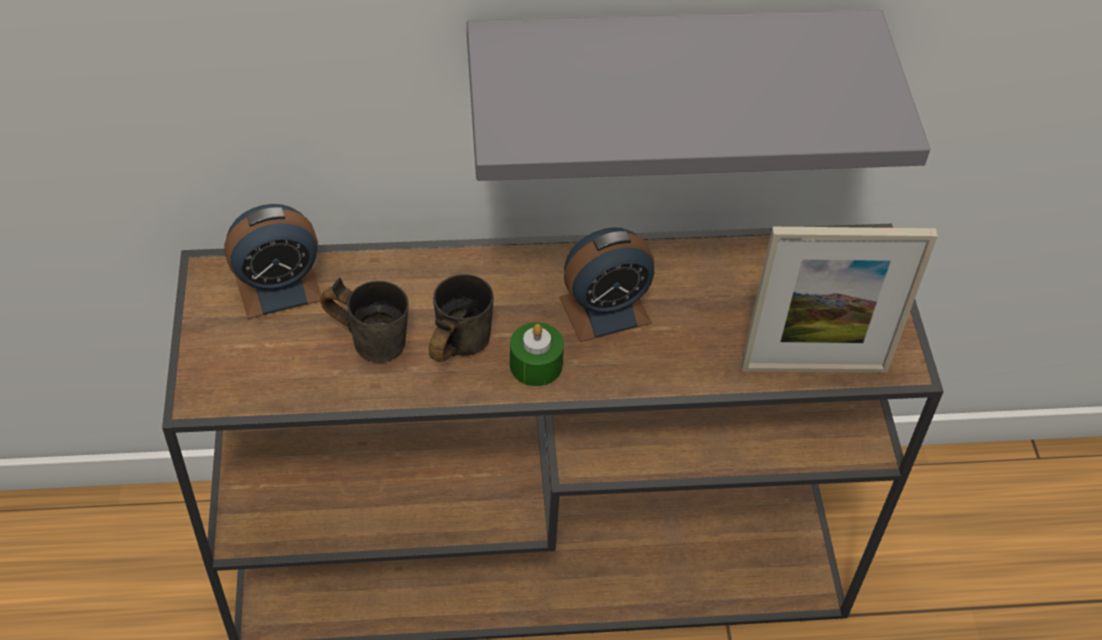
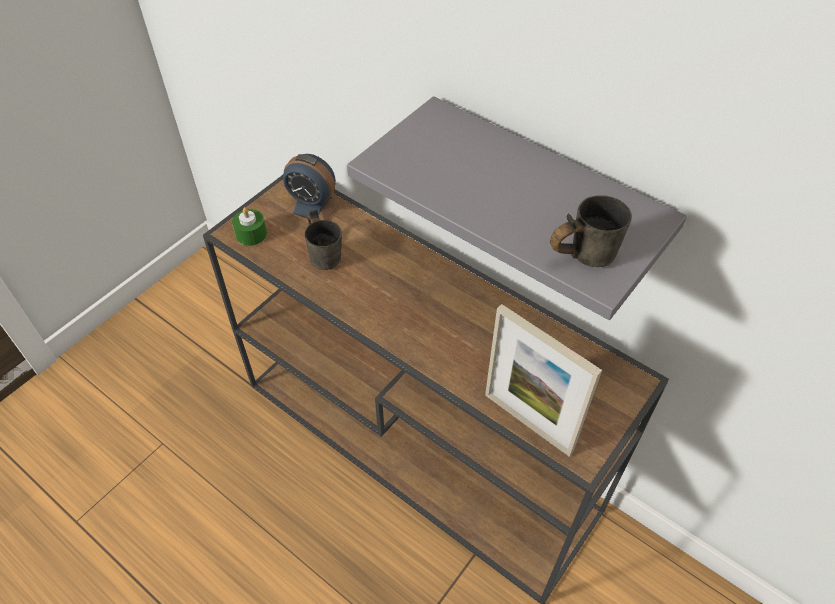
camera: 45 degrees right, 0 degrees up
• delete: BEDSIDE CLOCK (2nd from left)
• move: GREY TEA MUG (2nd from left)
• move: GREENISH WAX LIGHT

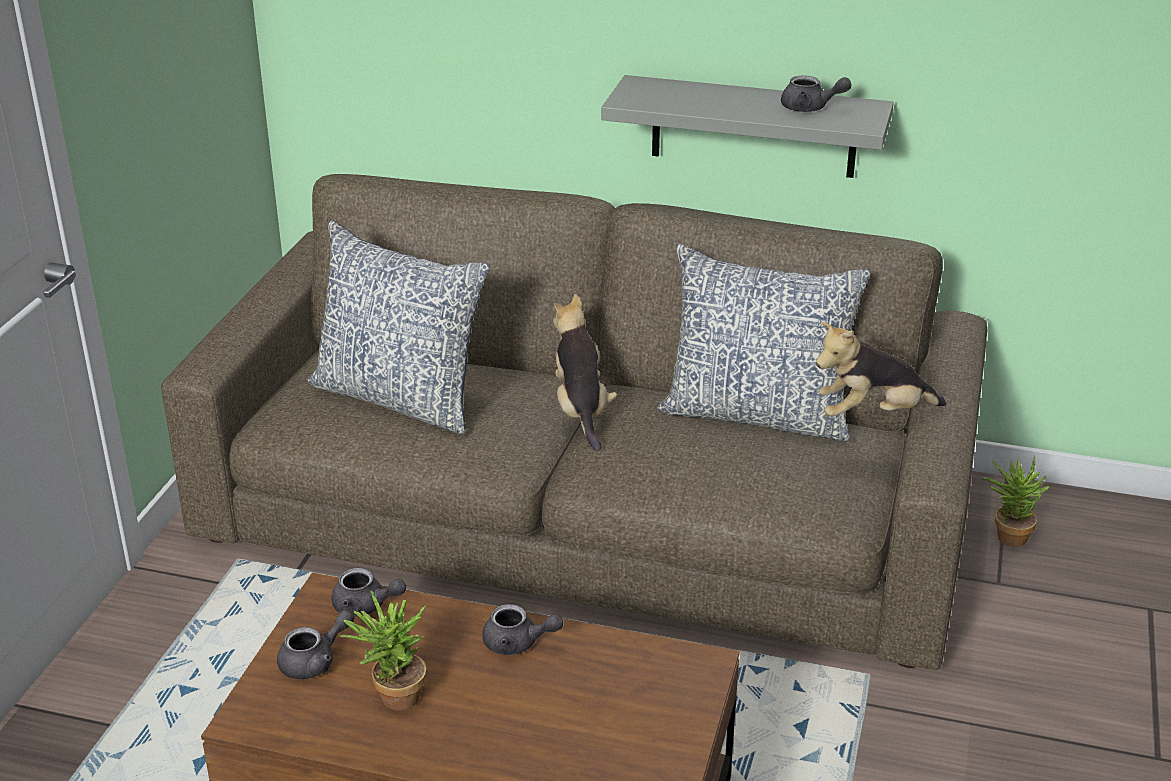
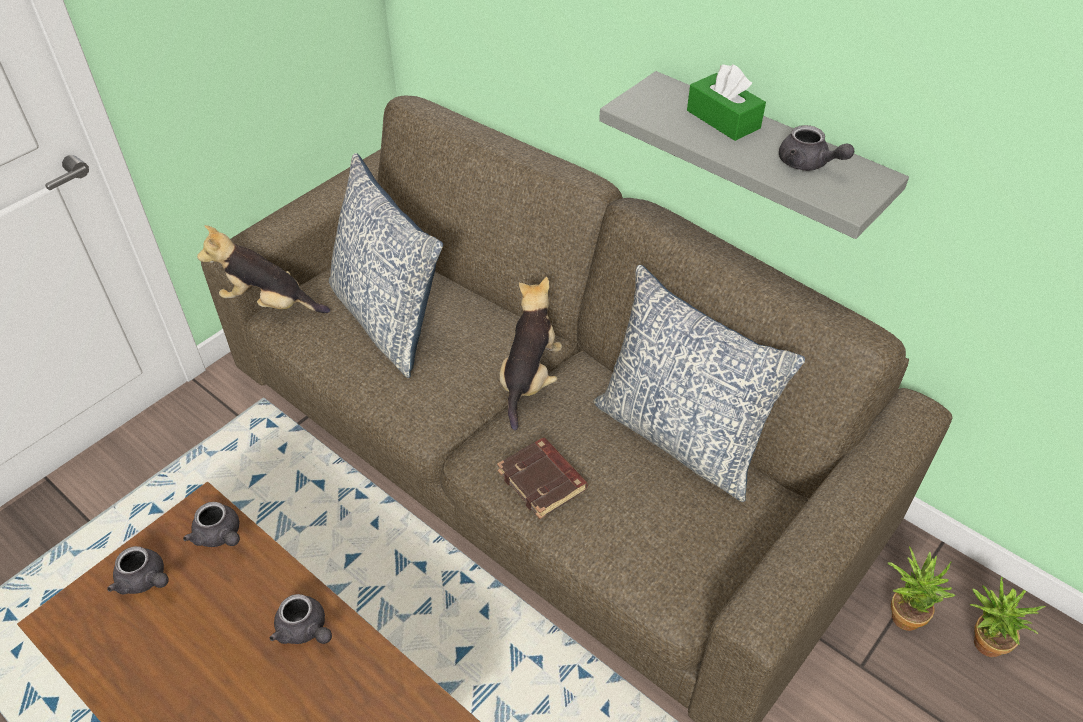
camera: 25 degrees right, 15 degrees up
• insert: BROWN BOOK
• insert: GREENISH TISSUE BOX
• move: POTTED PLANT (1st from left in the first image) to POTTED PLANT (2nd from left)
• move: CUDDLY TOY (2nd from left in the first image) to CUDDLY TOY (1st from left)
• rotate: GREY POT FOR TEA (1st from left) 45 degrees clockwise

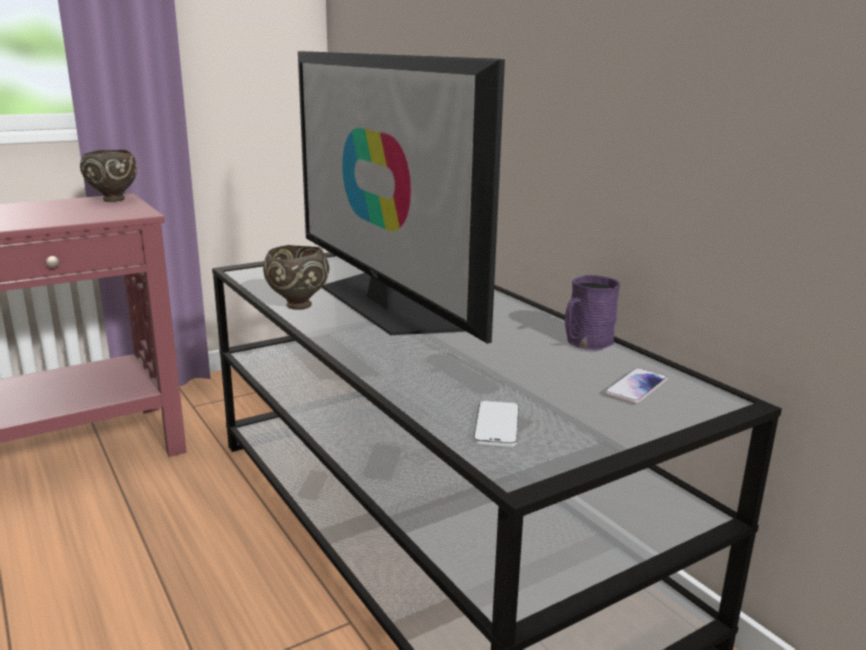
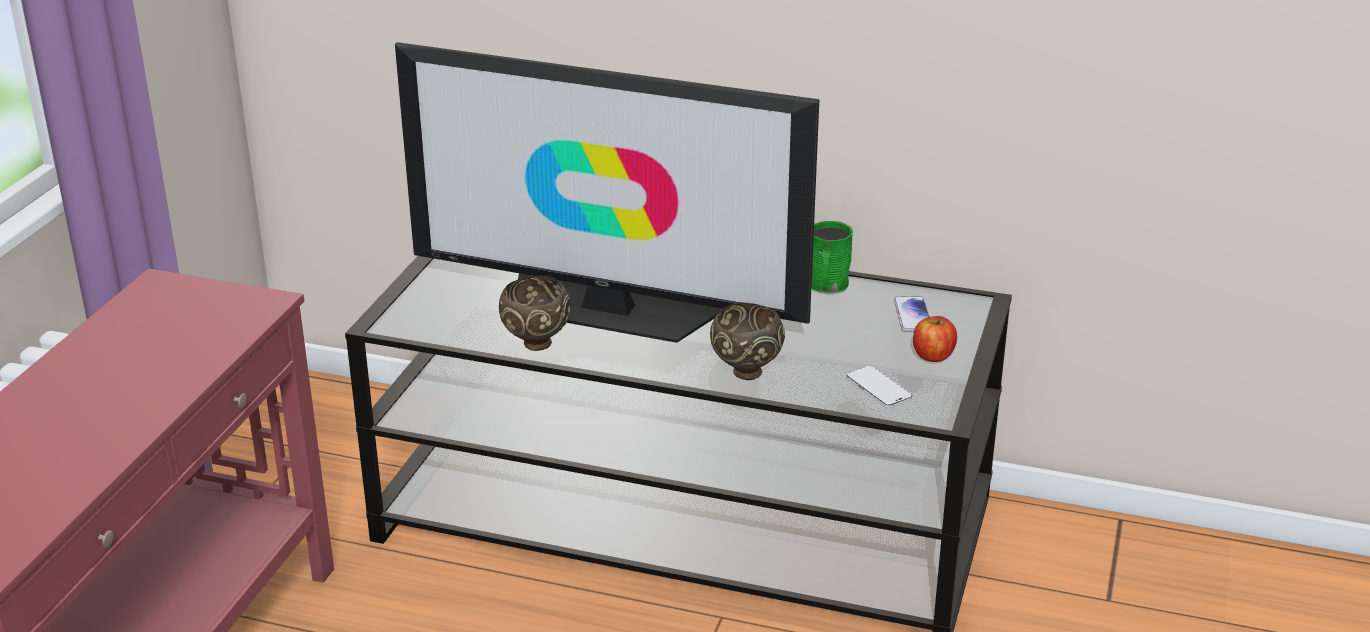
camera: 40 degrees left, 10 degrees up
• insert: APPLE
• move: BROWN SERVING BOWL (1st from left in the first image) to BROWN SERVING BOWL (2nd from left)
• recolor: PURPLE TEA MUG to GREENISH TEA MUG

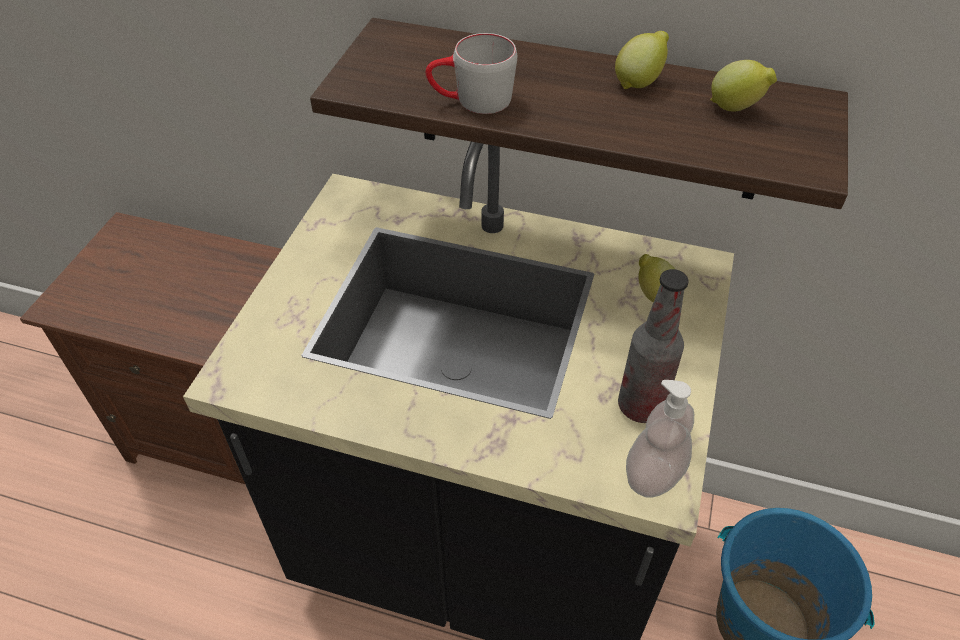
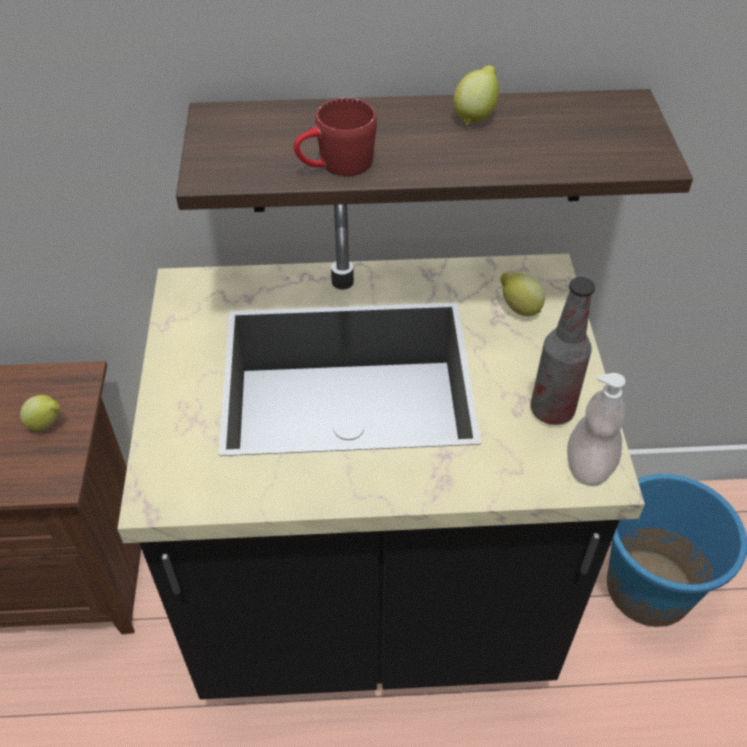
camera: 20 degrees left, 0 degrees up
• move: LEMON (3rd from left in the first image) to LEMON (1st from left)
• recolor: GREY TEA MUG to RED TEA MUG

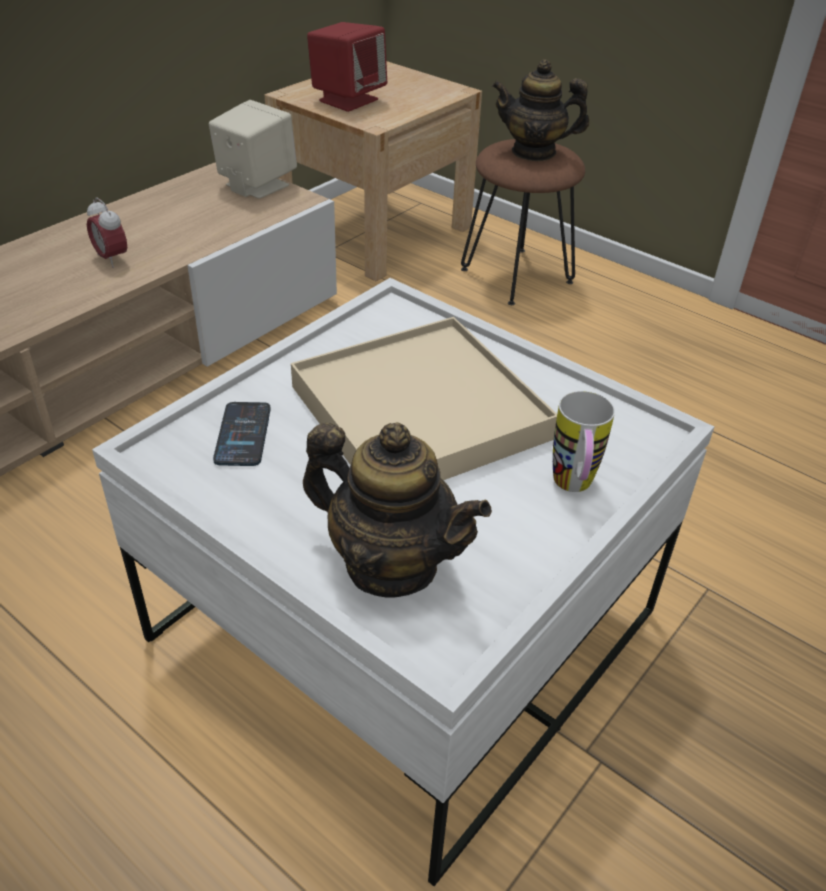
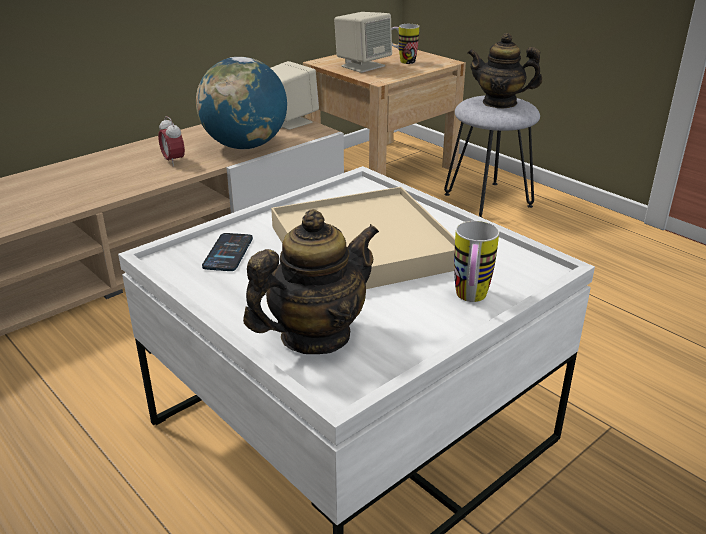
camera: 10 degrees right, 10 degrees down
• insert: WORLD GLOBE
• insert: TEA MUG (1st from left)
• recolor: RED LOUDSPEAKER to SAND-COLOURED LOUDSPEAKER (2nd from left)
• recolor: BROWN STOOL SEAT to GREY STOOL SEAT
• rotate: POT FOR TEA (1st from left) 75 degrees counterclockwise

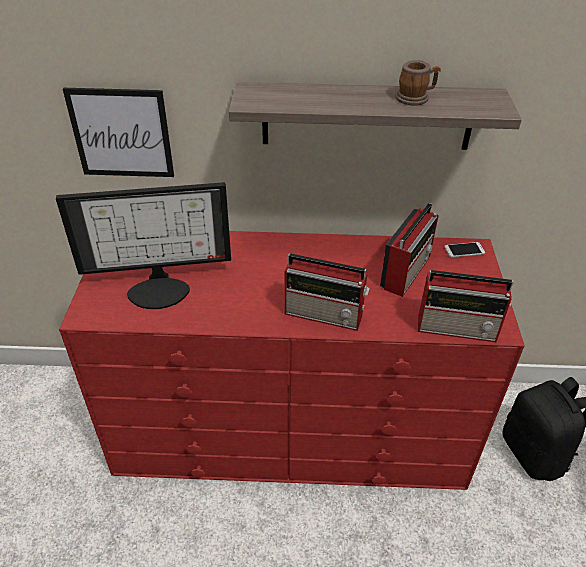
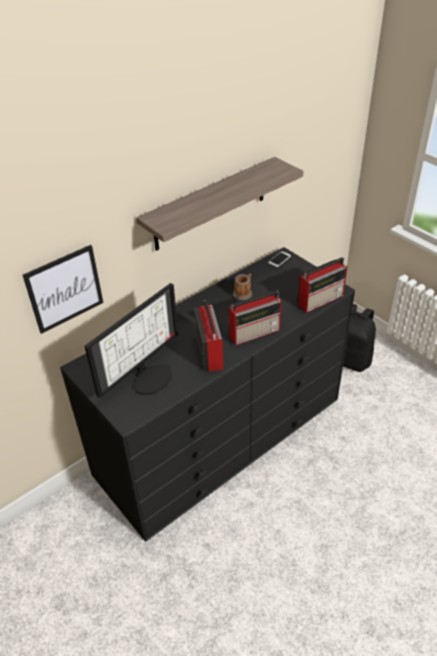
camera: 40 degrees left, 0 degrees up
• move: RADIO (2nd from left in the first image) to RADIO (1st from left)
• move: TEA MUG
• recolor: RED DRESSER to BLACK DRESSER

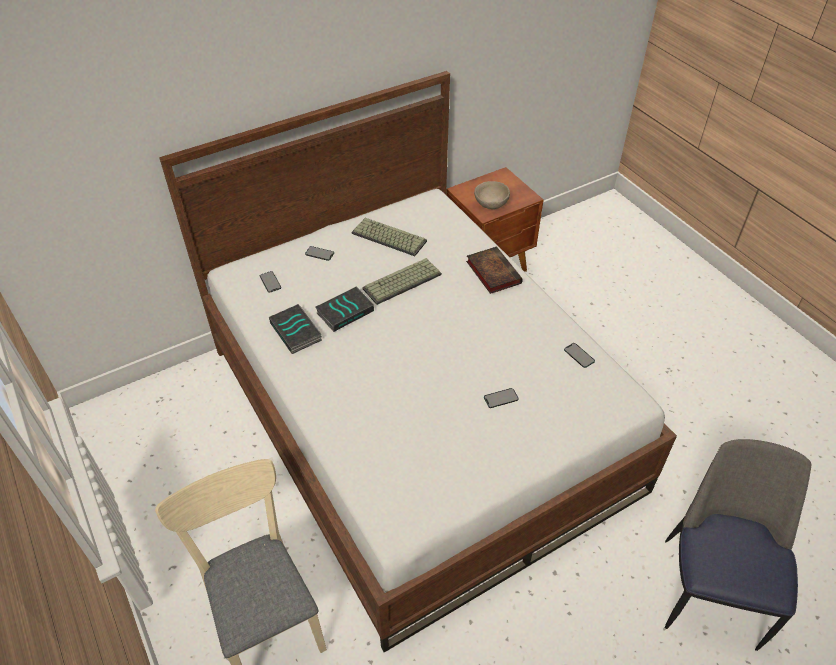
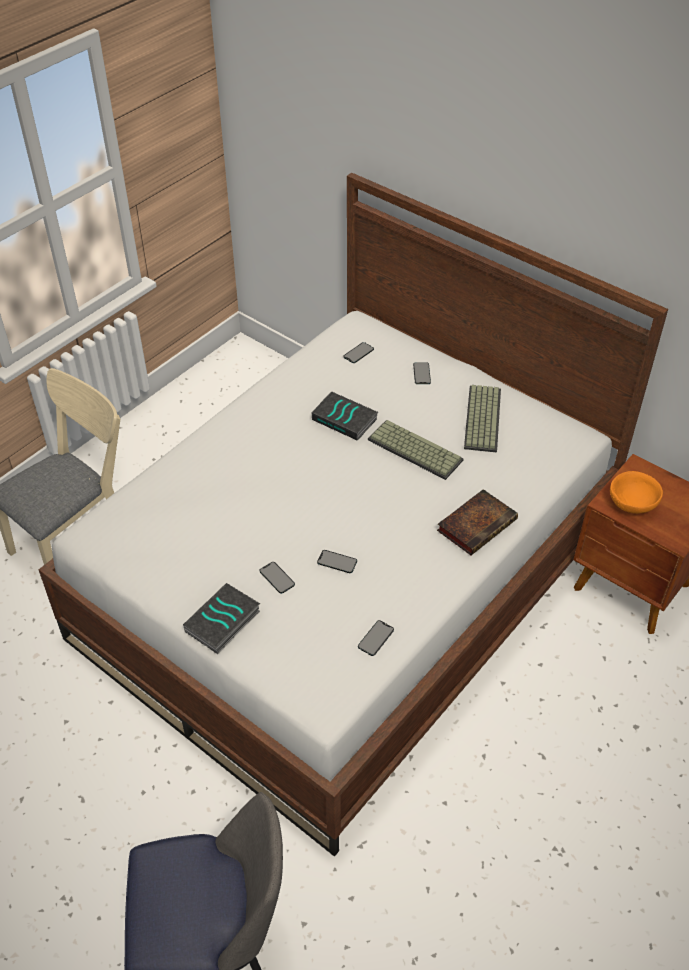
camera: 70 degrees right, 0 degrees up
• insert: PHONE (2nd from left)
• move: BOOK (1st from left)
• recolor: SAND-COLOURED SERVING BOWL to ORANGE SERVING BOWL

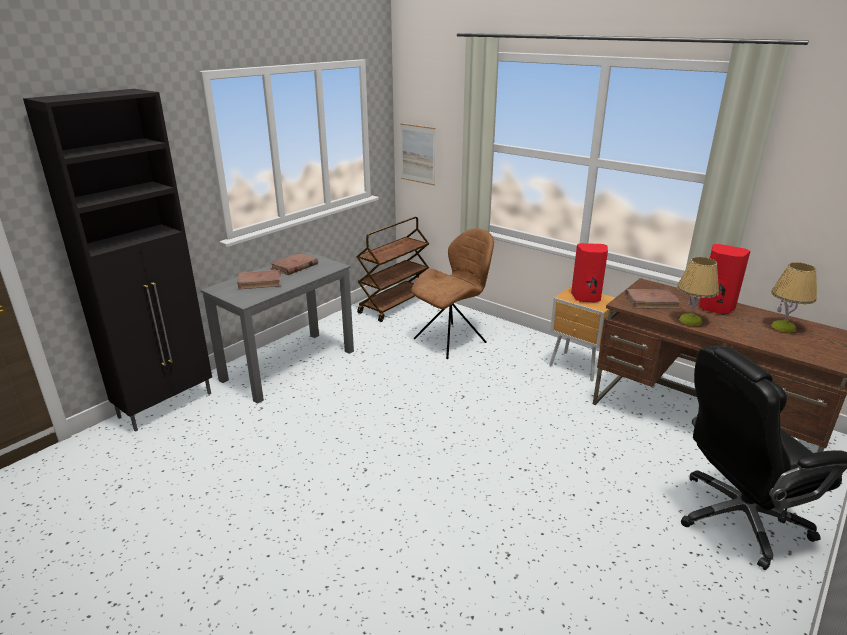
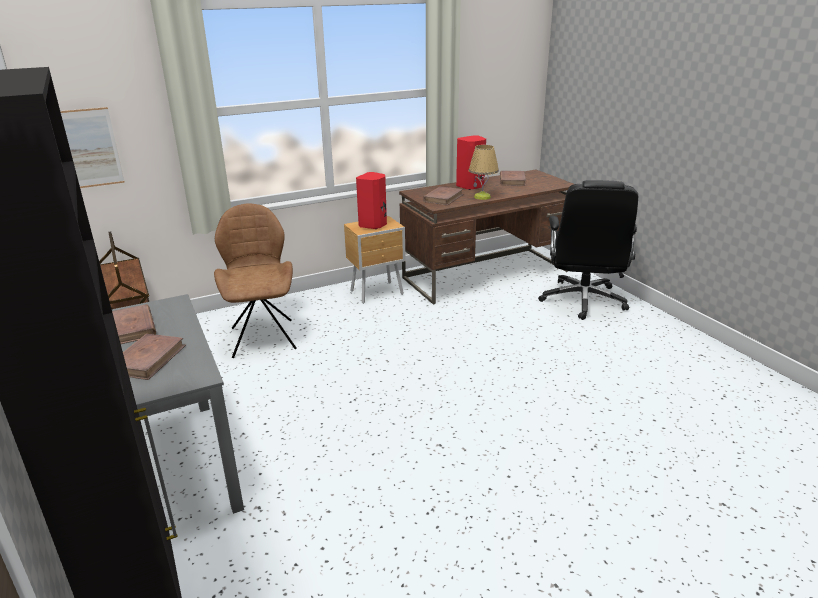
camera: 65 degrees left, 0 degrees up
• replace: LAMP FOR A TABLE (2nd from left) to BROWN BOOK (4th from left)

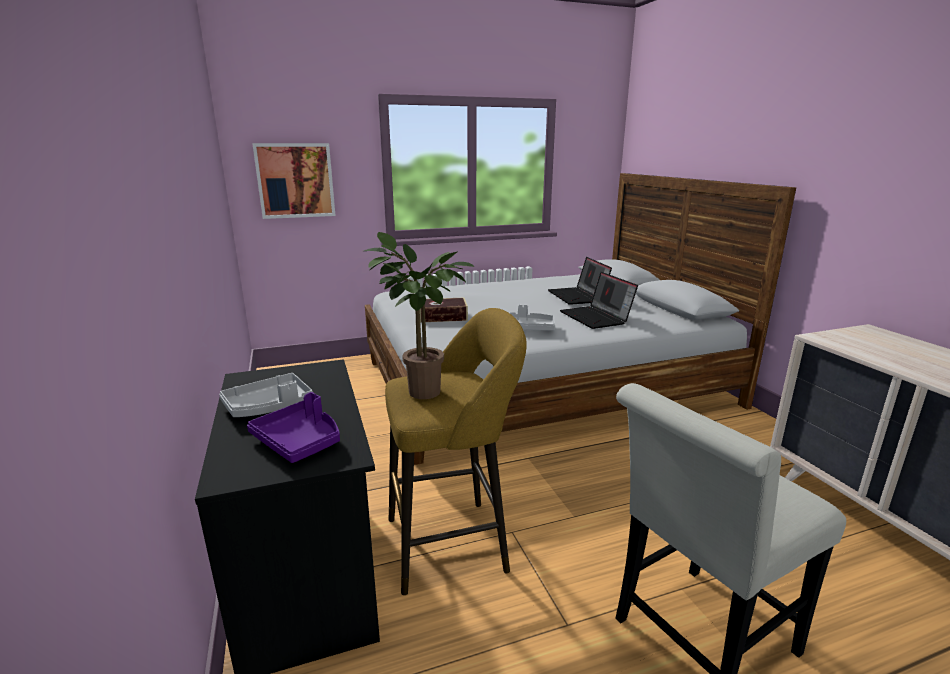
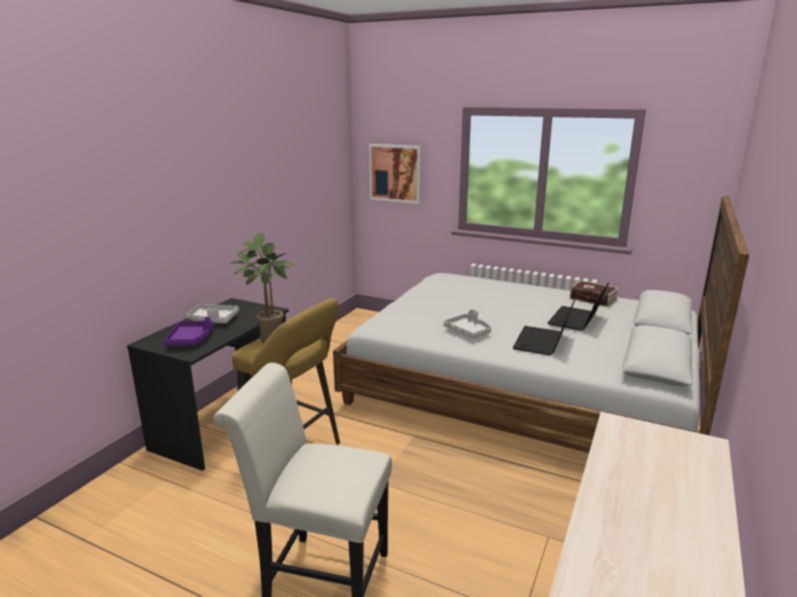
camera: 45 degrees right, 0 degrees up
• move: BOOK

